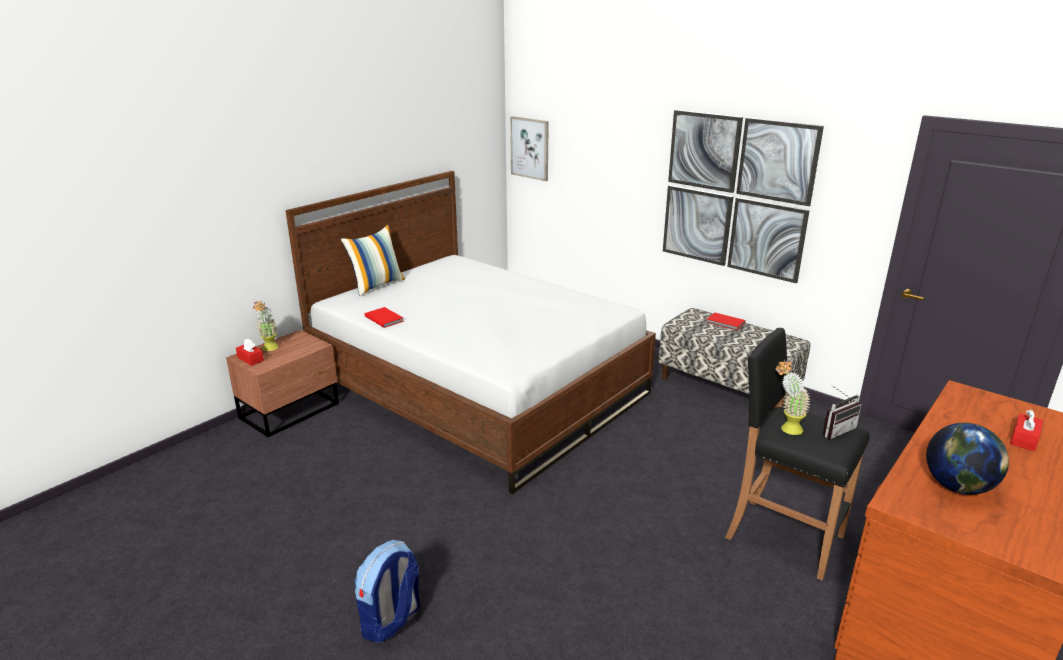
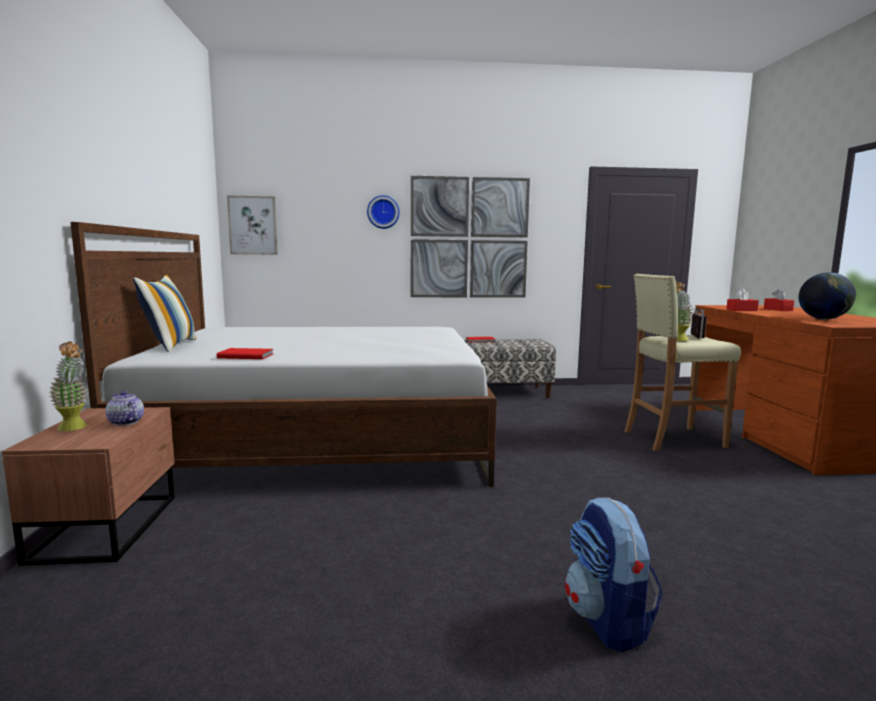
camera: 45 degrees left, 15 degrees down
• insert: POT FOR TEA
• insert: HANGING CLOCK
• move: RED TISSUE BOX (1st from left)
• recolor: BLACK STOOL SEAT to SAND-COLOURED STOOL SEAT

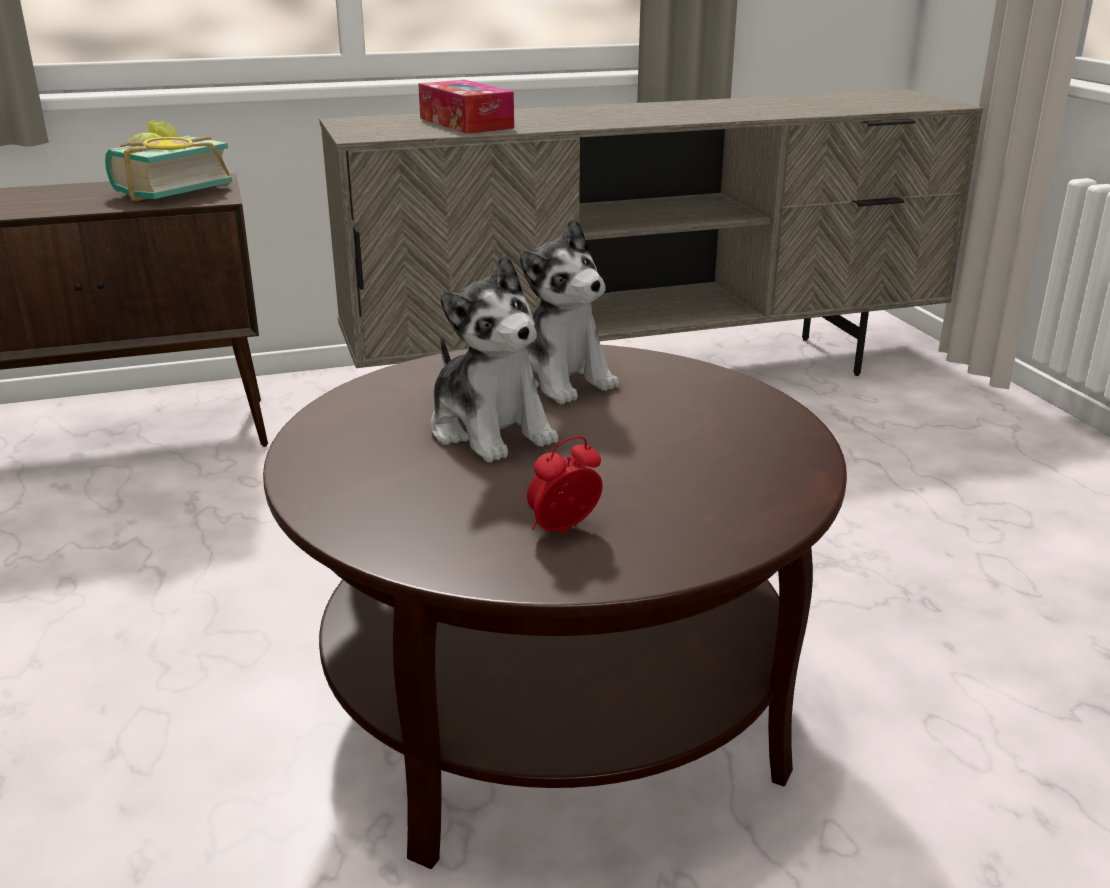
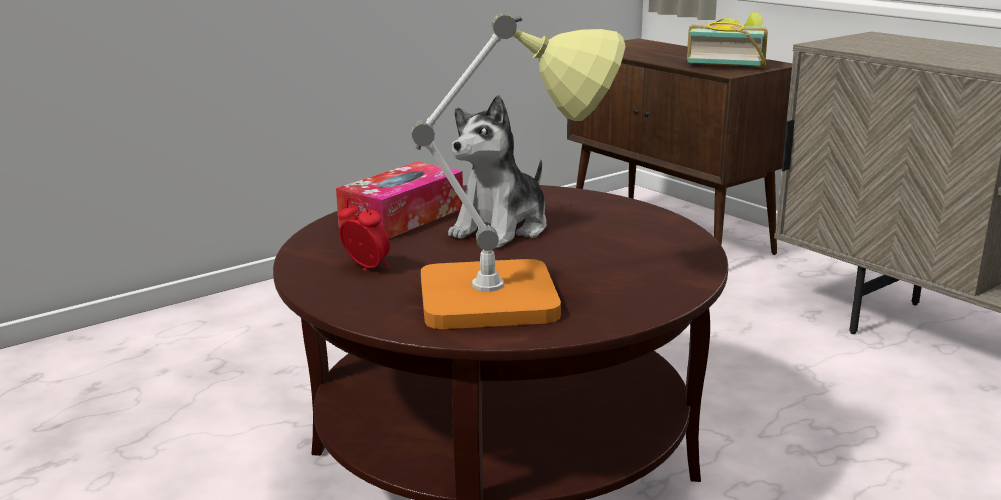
camera: 70 degrees right, 5 degrees down
• delete: CUDDLY TOY (2nd from left)
• insert: LAMP FOR A TABLE
• move: TISSUE BOX

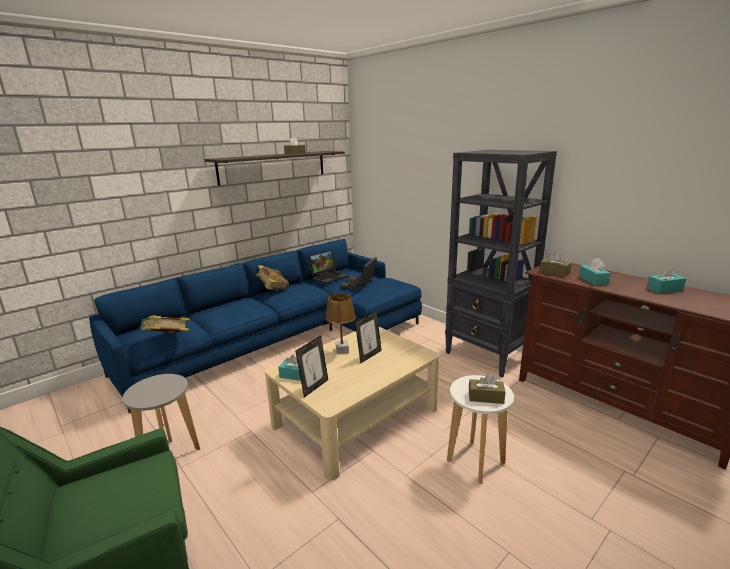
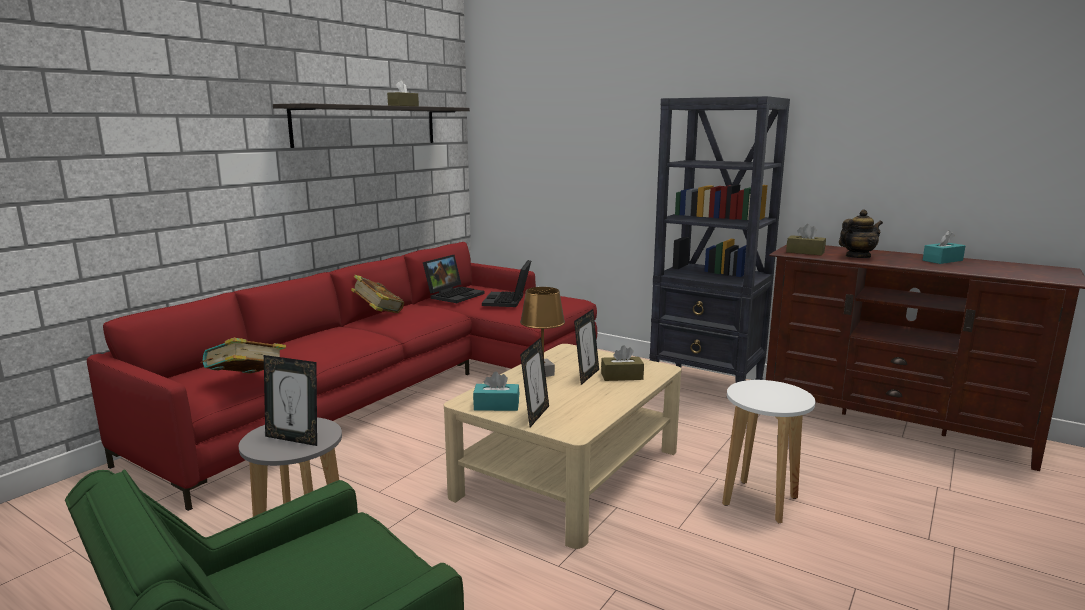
camera: 15 degrees left, 5 degrees down
• insert: PHOTO FRAME (1st from left)
• move: BROWN TISSUE BOX (2nd from left)
• replace: TURQUOISE TISSUE BOX (2nd from left) to POT FOR TEA
• recolor: BLUISH SOFA to RED SOFA

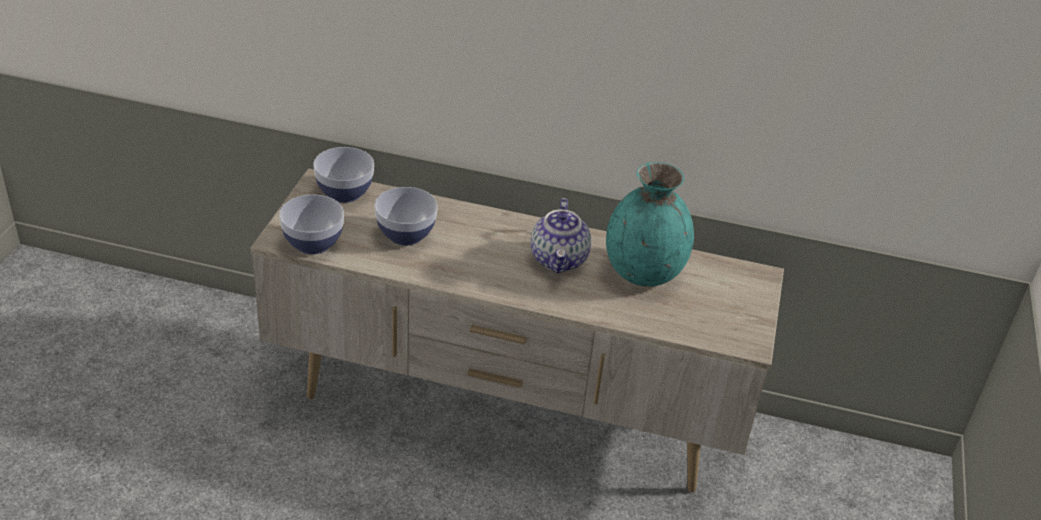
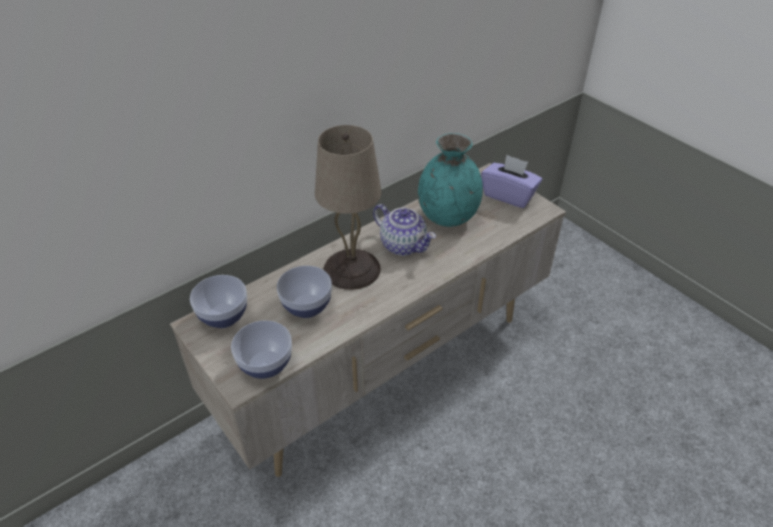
camera: 50 degrees left, 5 degrees up
• insert: SAND-COLOURED LAMP FOR A TABLE
• insert: PURPLE TISSUE BOX

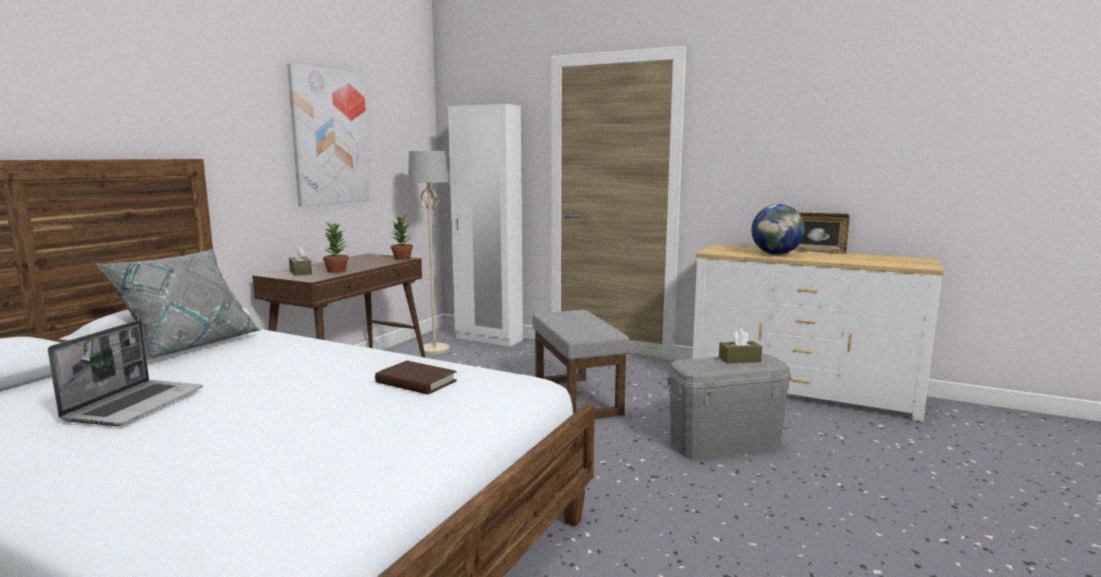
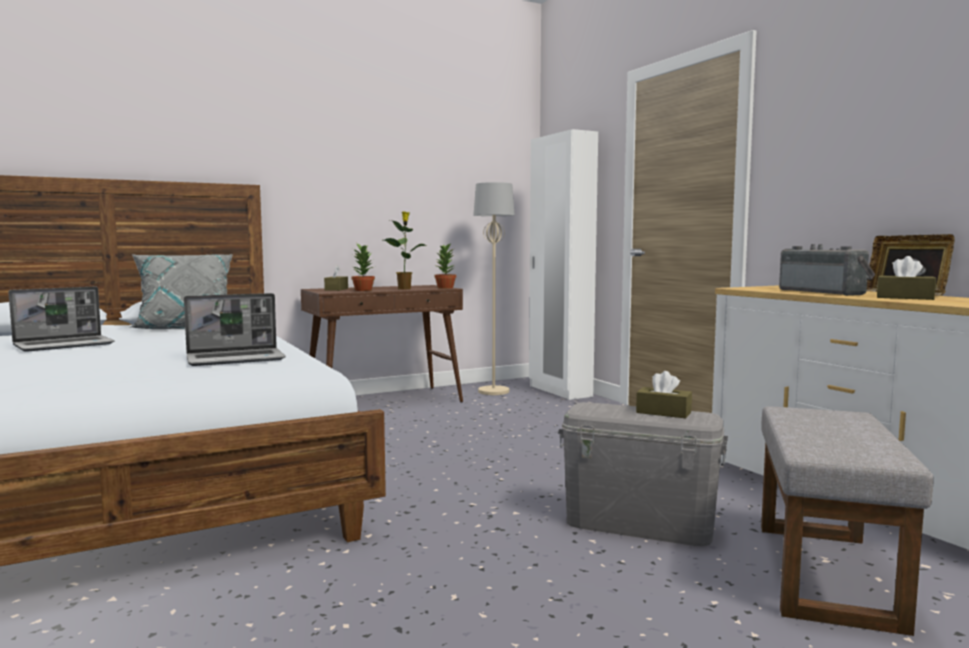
camera: 35 degrees right, 5 degrees down
• delete: PICTURE
• insert: POTTED PLANT (2nd from left)
• insert: BROWN TISSUE BOX (3rd from left)
• move: GREY FOOTREST
• replace: BROWN BOOK to PORTABLE COMPUTER (2nd from left)
• replace: WORLD GLOBE to RADIO

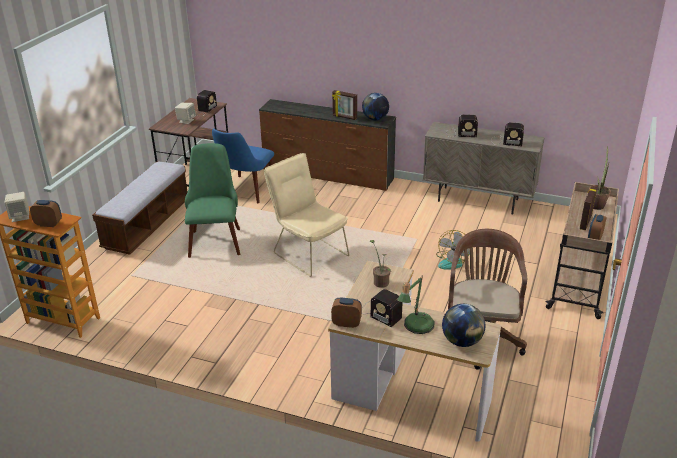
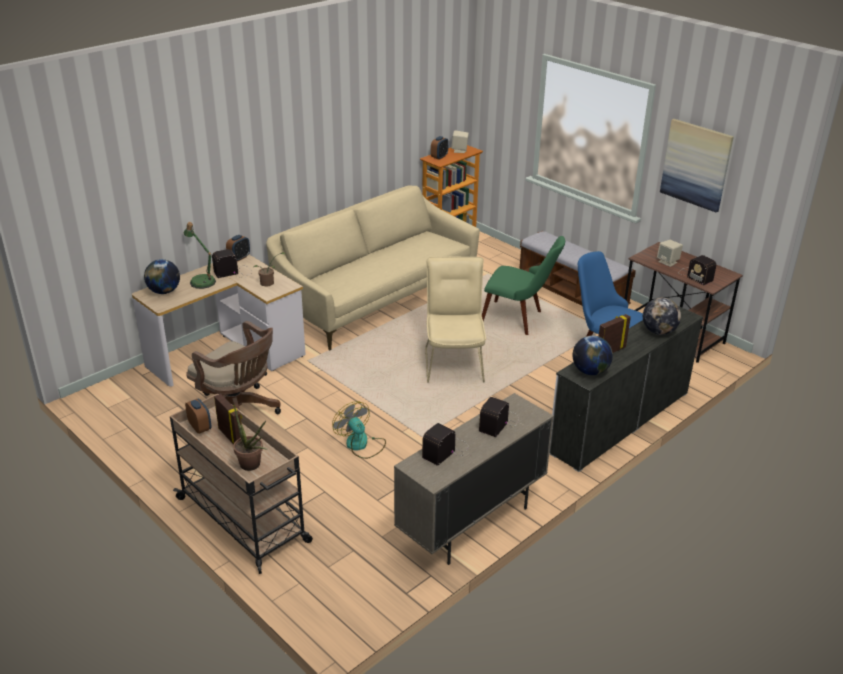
camera: 115 degrees right, 0 degrees up
• insert: SAND-COLOURED SOFA
• insert: WORLD GLOBE (3rd from left)
• insert: PICTURE
• recolor: BROWN DRESSER to WHITE-COLOURED DRESSER
• rotate: SAND-COLOURED UPRIGHT CHAIR 75 degrees counterclockwise

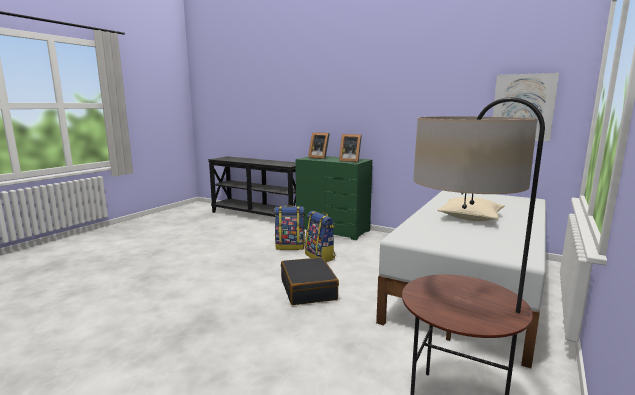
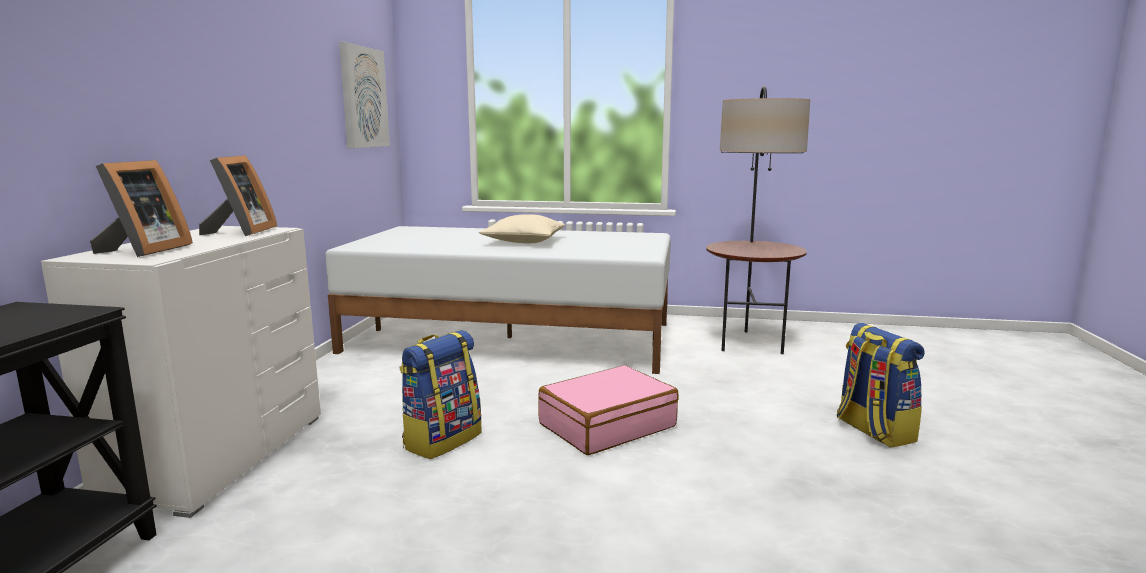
camera: 110 degrees left, 0 degrees up
• move: BACKPACK (1st from left in the first image) to BACKPACK (2nd from left)
• recolor: BLACK TRAVEL CASE to PINK TRAVEL CASE
• recolor: GREENISH DRESSER to WHITE-COLOURED DRESSER

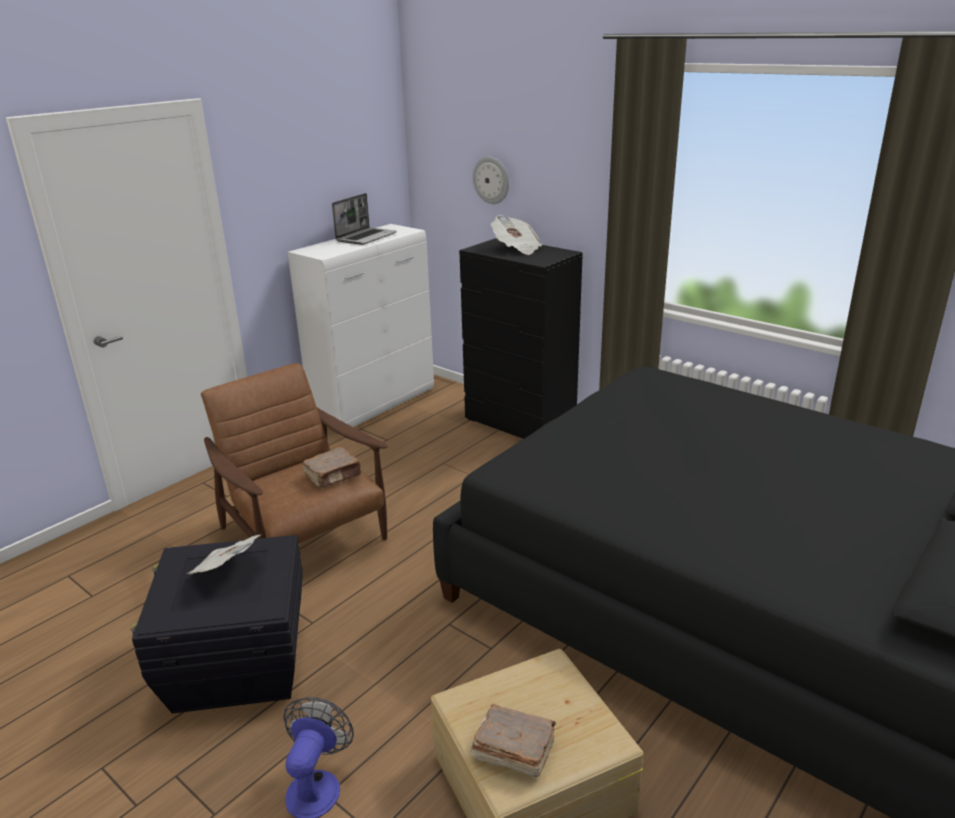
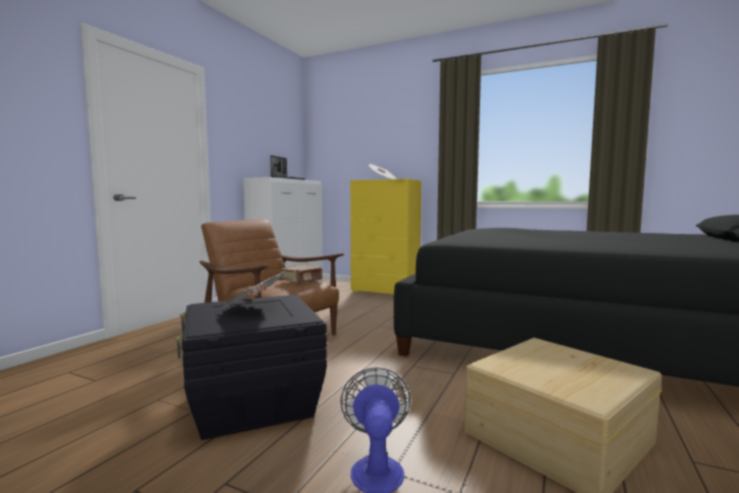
camera: 15 degrees left, 20 degrees down
• delete: BROWN BOOK (2nd from left)
• delete: HANGING CLOCK
• recolor: BLACK DRESSER to YELLOW DRESSER

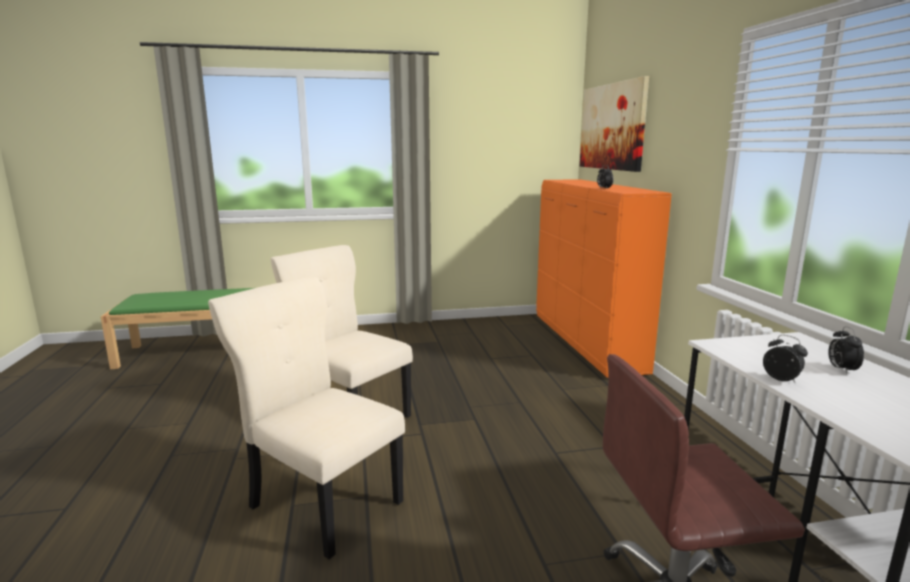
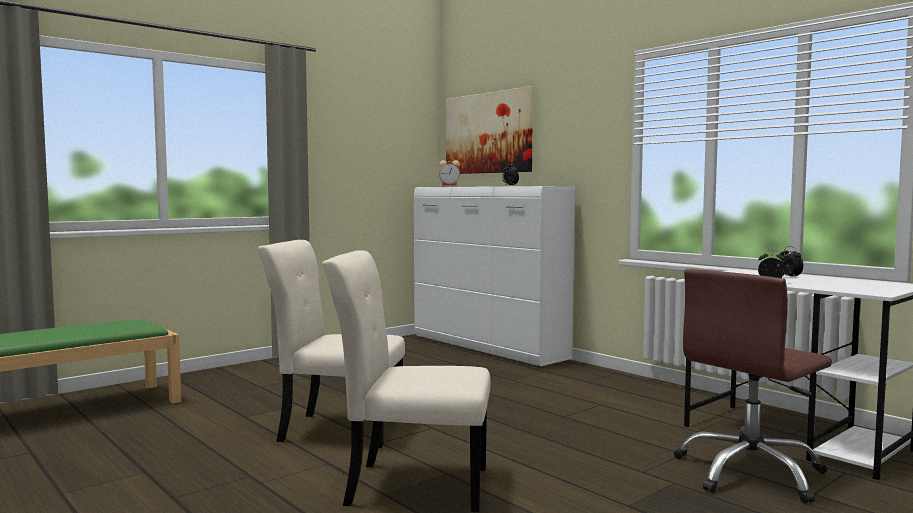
camera: 30 degrees left, 10 degrees down
• insert: BEDSIDE CLOCK (1st from left)
• recolor: ORANGE DRESSER to WHITE-COLOURED DRESSER

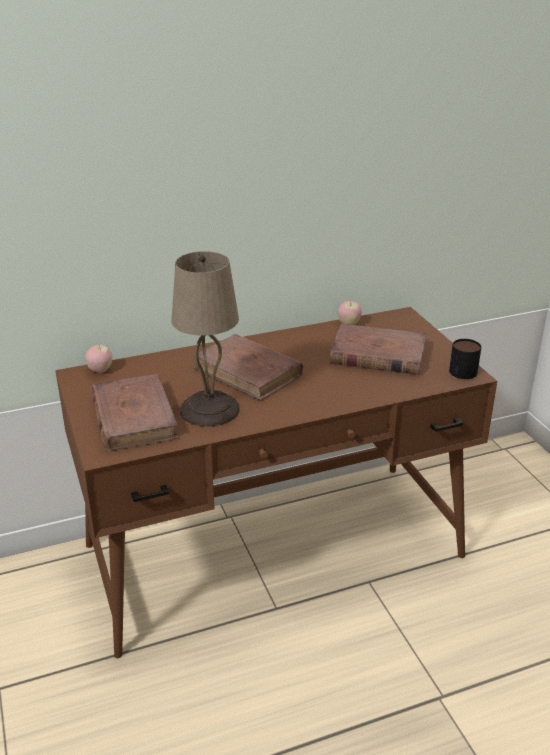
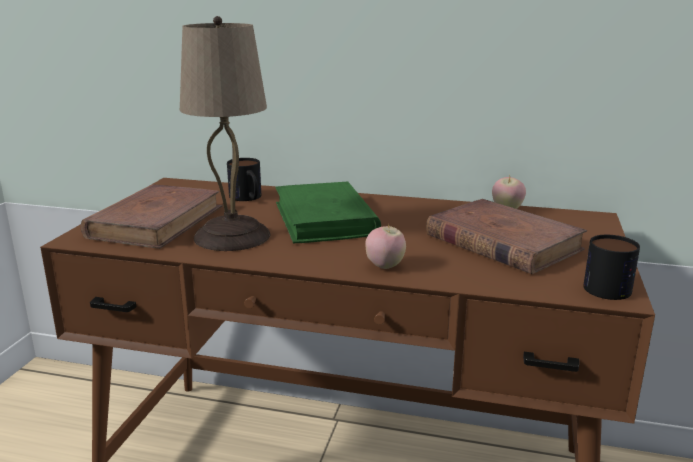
camera: 35 degrees right, 10 degrees down
• insert: TEA MUG (1st from left)
• move: APPLE (1st from left)
• recolor: BROWN BOOK (2nd from left) to GREENISH BOOK

